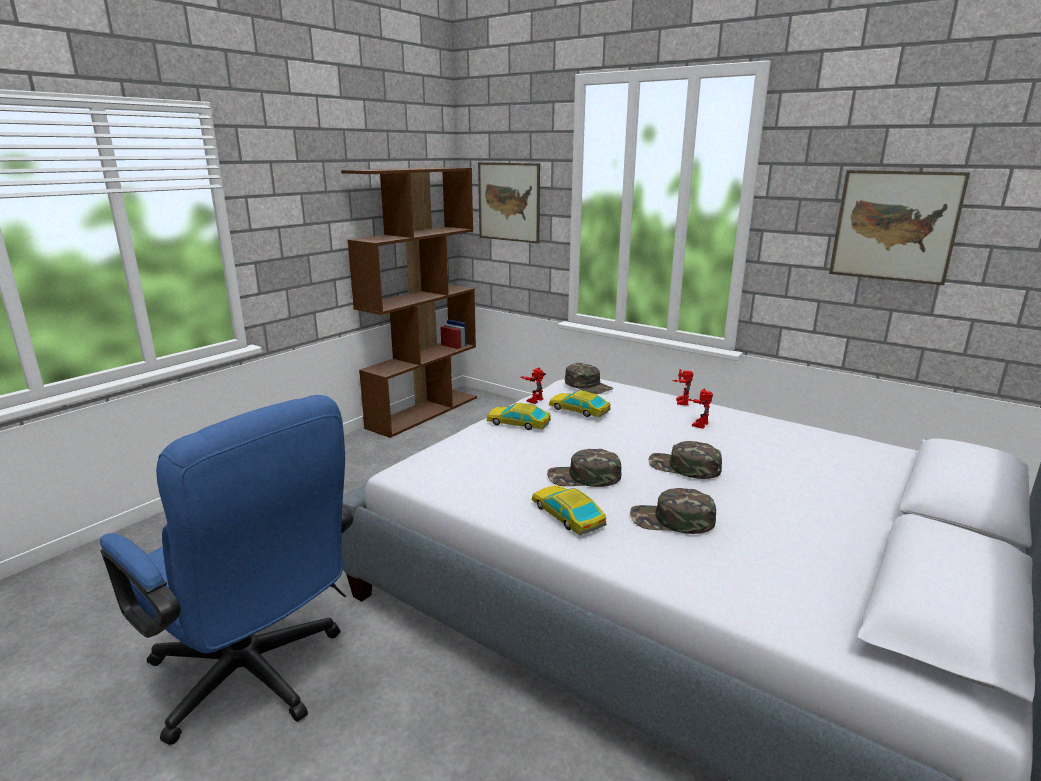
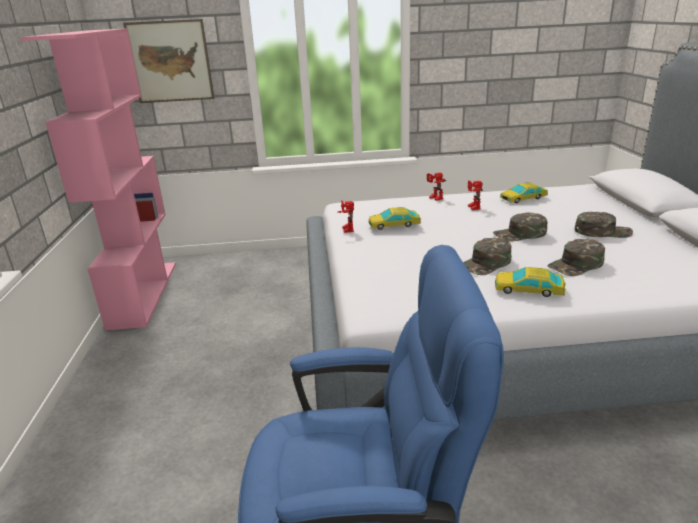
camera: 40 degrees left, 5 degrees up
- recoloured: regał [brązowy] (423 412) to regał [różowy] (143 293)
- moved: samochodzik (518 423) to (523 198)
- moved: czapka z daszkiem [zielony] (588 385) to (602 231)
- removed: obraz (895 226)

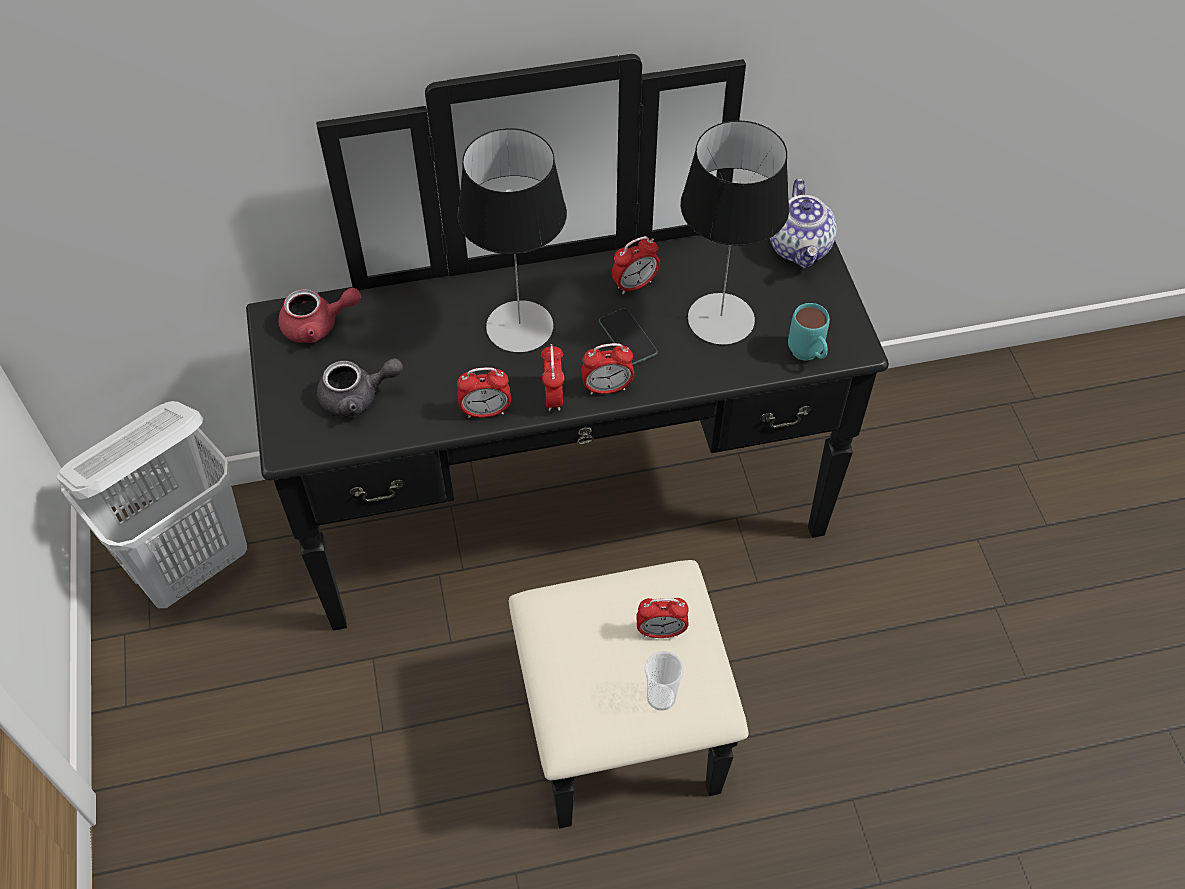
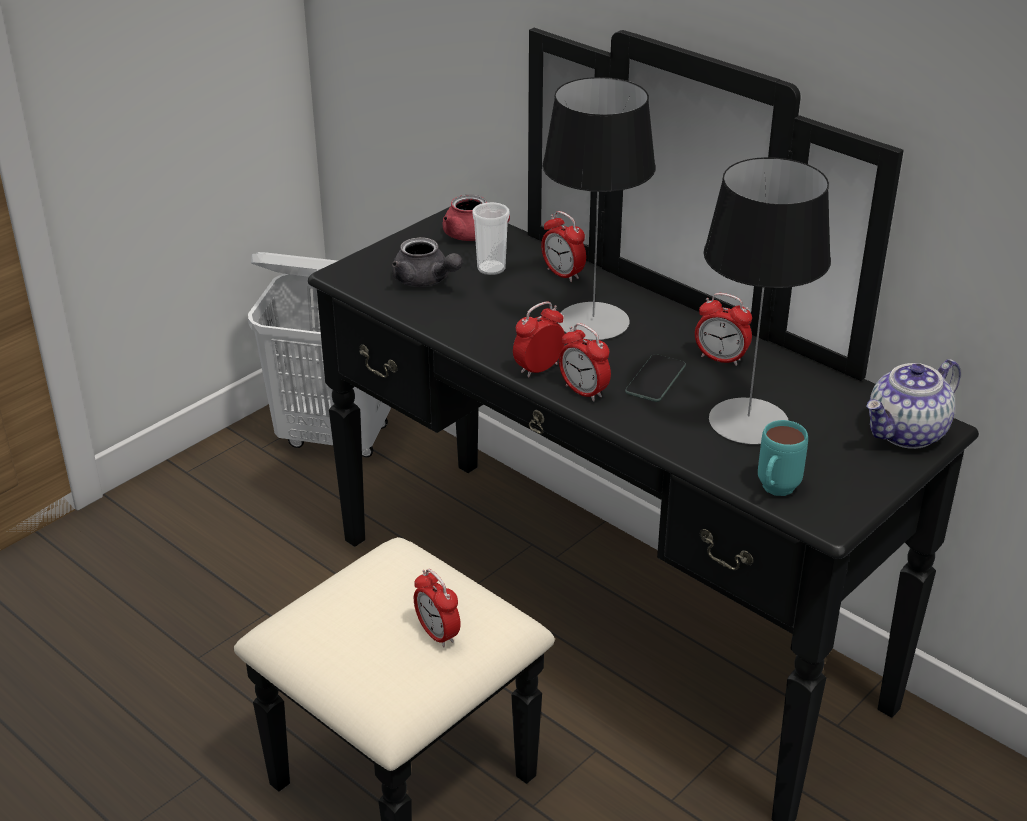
camera: 55 degrees right, 20 degrees down
- moved: budzik (486 412) to (563 274)
- moved: filiżanka (661 697) to (491 268)

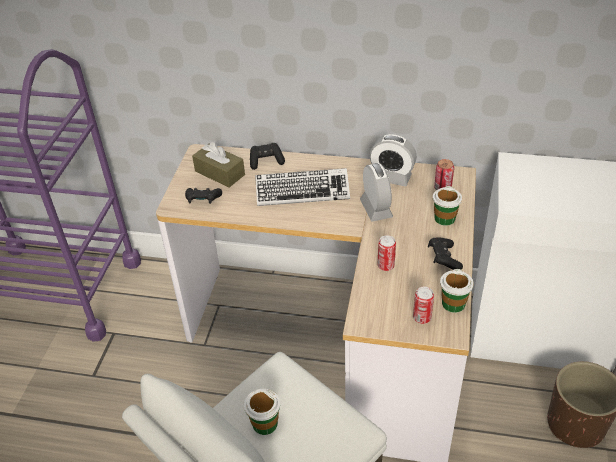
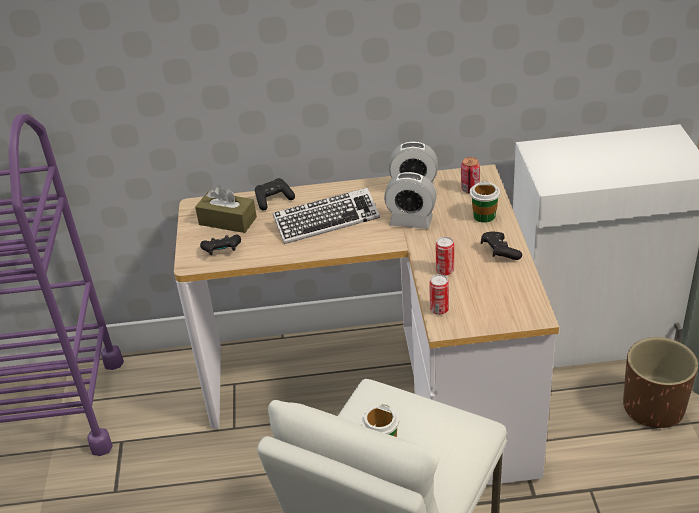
camera: 15 degrees left, 5 degrees down
- turned: budzik (376 208) = (411 221) 135 degrees clockwise
- moved: puszka (422 318) to (439 309)
- removed: filiżanka (453 304)

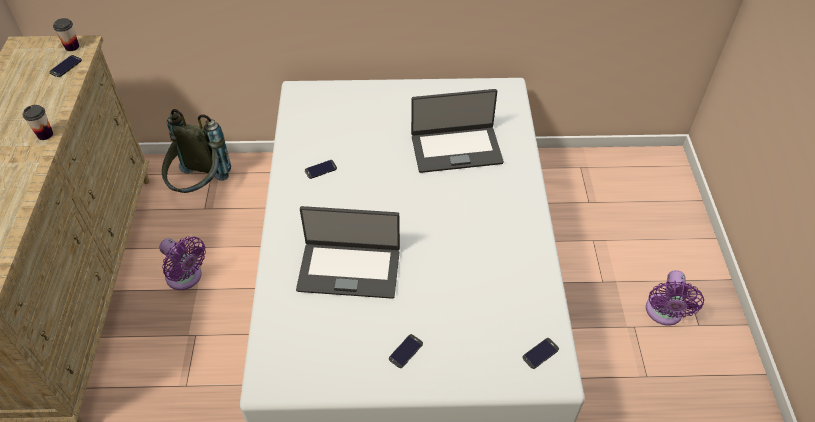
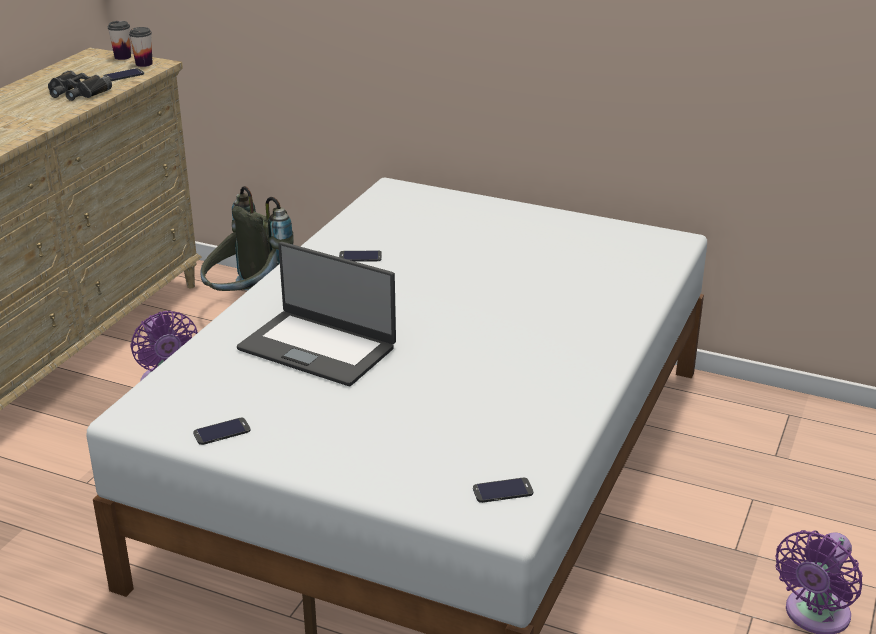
camera: 25 degrees right, 20 degrees down
- moved: filiżanka (45 134) to (122 57)
- moved: telefon (406 351) to (222 432)
- removed: laptop (456 149)
- added: lornetka [czarny] (76 92)

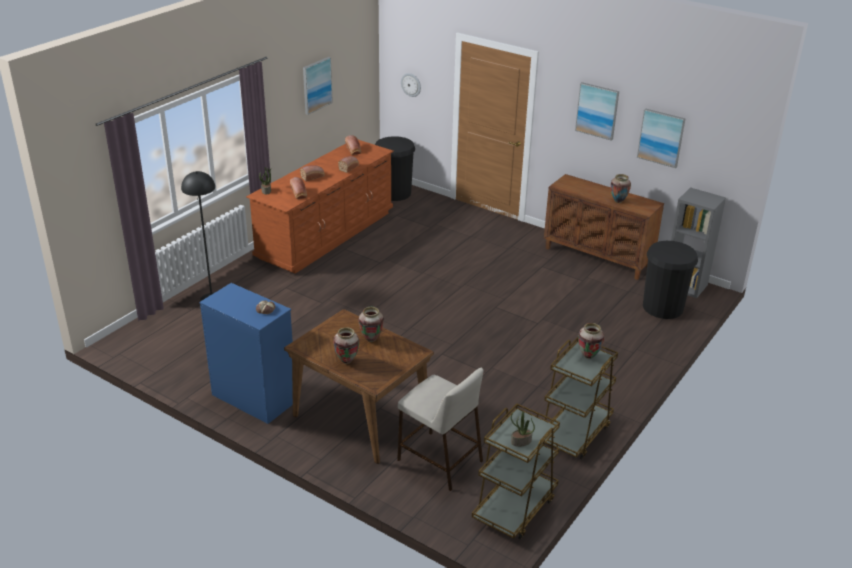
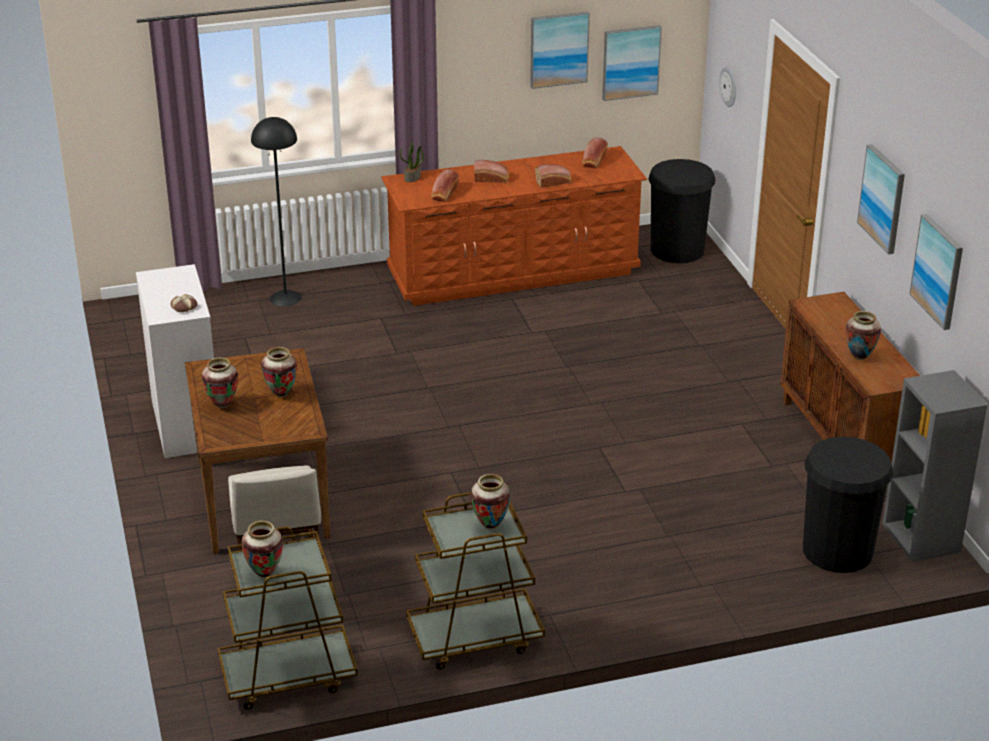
camera: 40 degrees right, 0 degrees up
- recoloured: komoda [niebieski] (253 398) to komoda [biały] (186 424)
- replaced: roślina doniczkowa (521 442) to wazon (264 573)
- added: obraz (630 62)

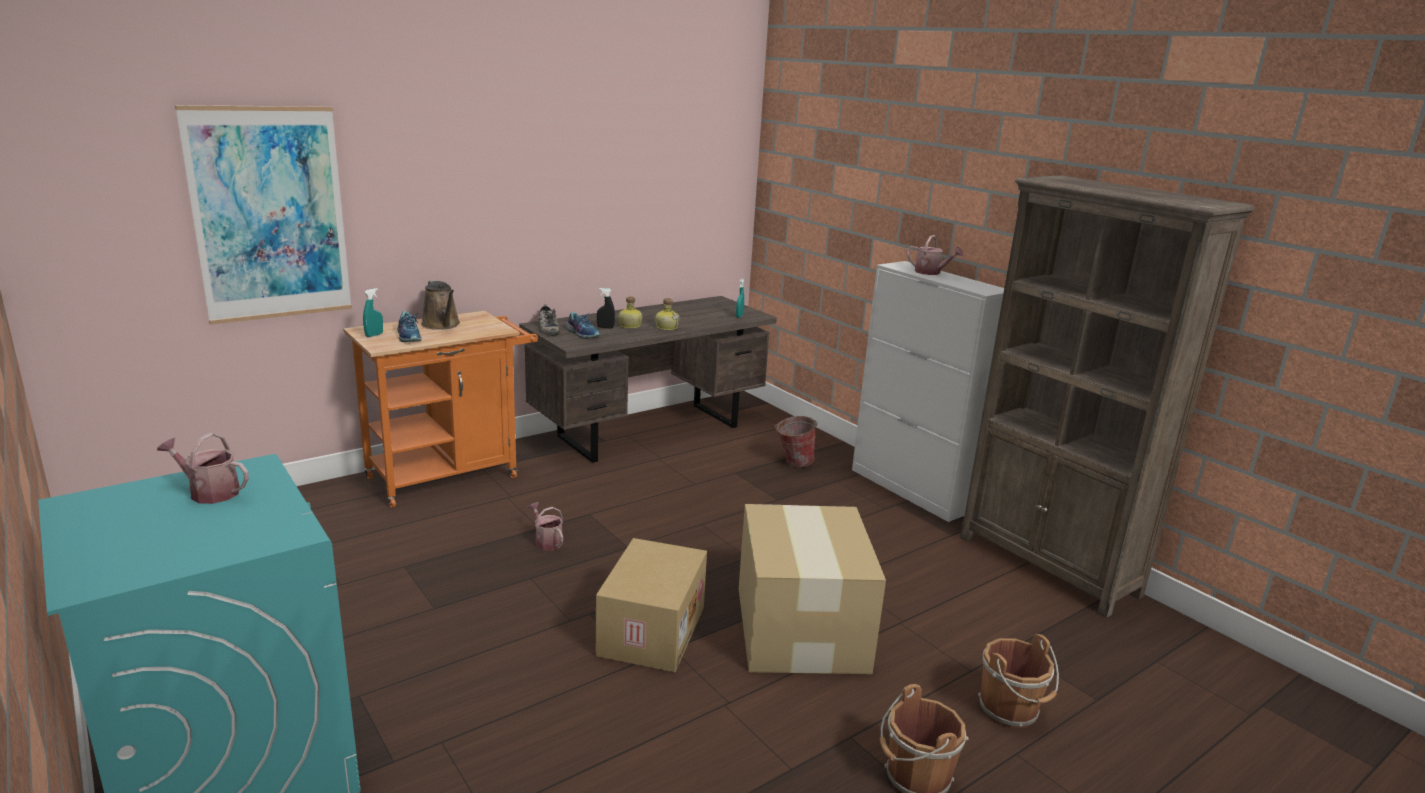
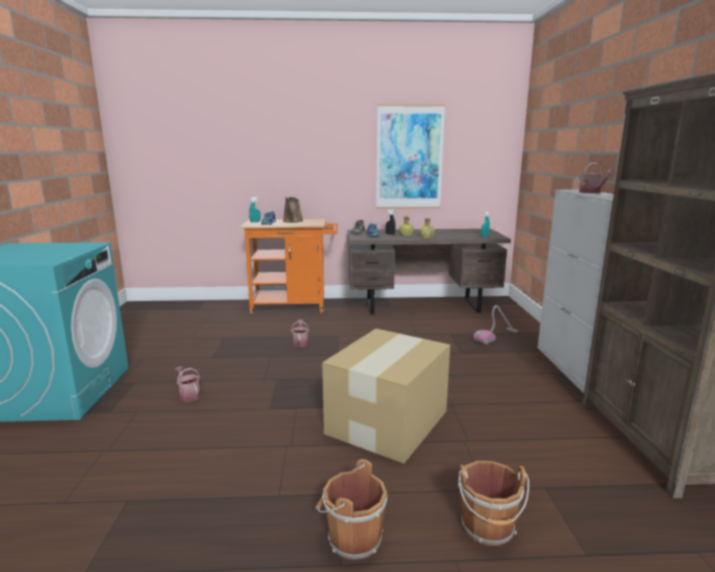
camera: 35 degrees right, 5 degrees down
- moved: konewka (209 492) to (188 395)
- moved: obraz (270 214) to (409 157)
- removed: karton (650 630)
- replaced: wiadro (793 463) to odkurzacz (496 336)

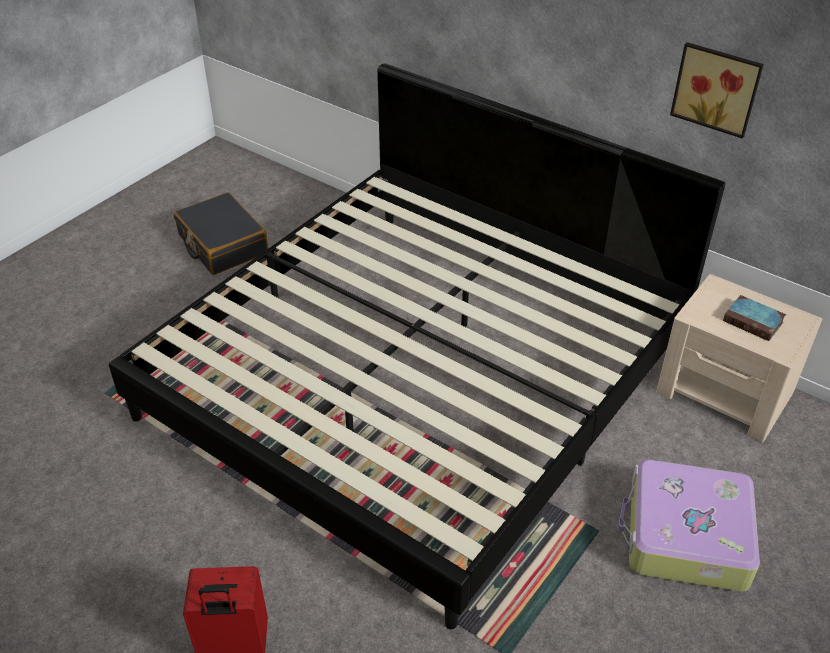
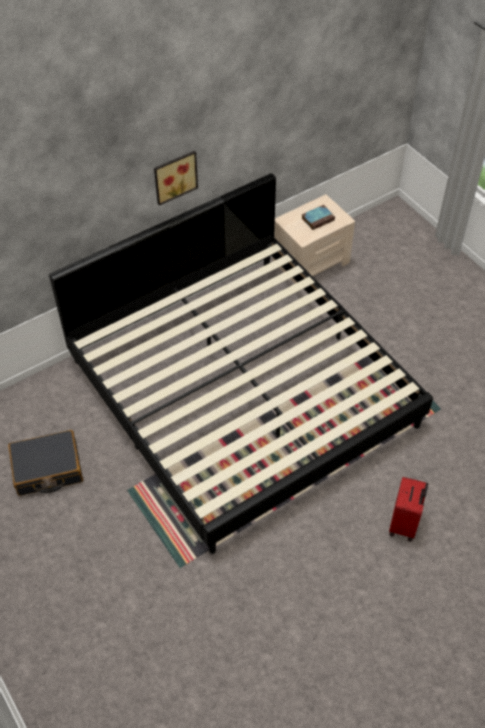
camera: 70 degrees left, 10 degrees up
- removed: walizka (685 536)
- moved: obraz (717 88) to (174 176)

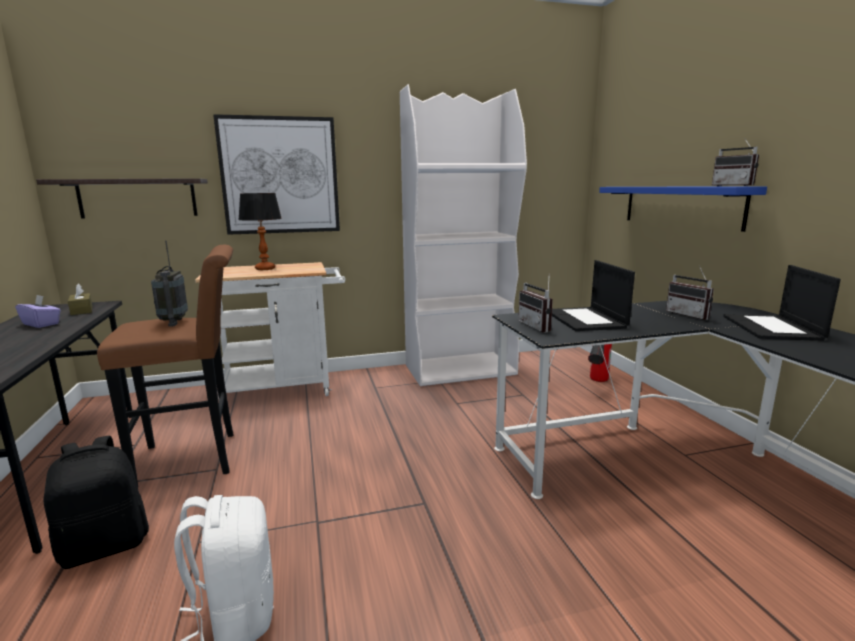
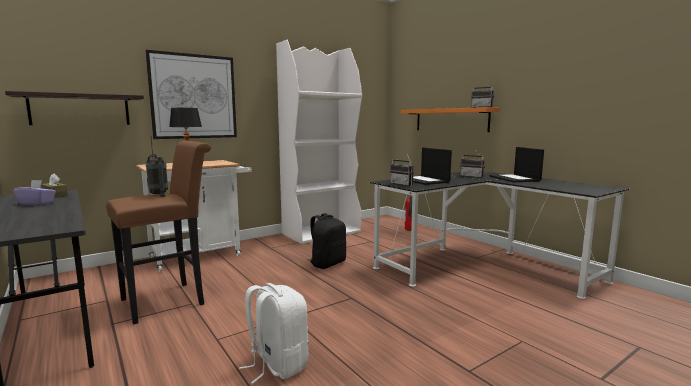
camera: 20 degrees left, 5 degrees down
- moved: plecak [czarny] (105 546) to (327 263)
- recoloured: półka [niebieski] (680 206) to półka [pomarańczowy] (450 120)

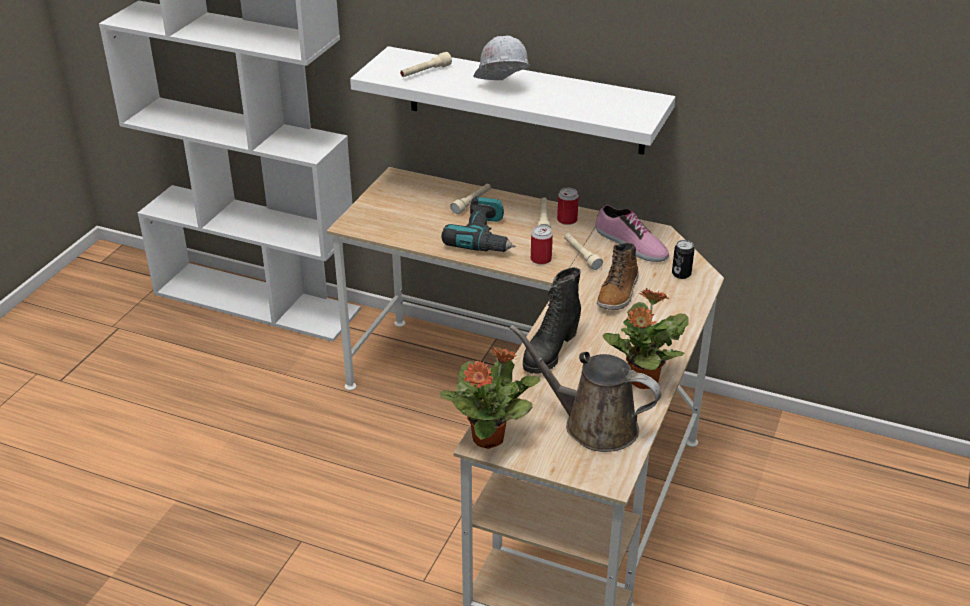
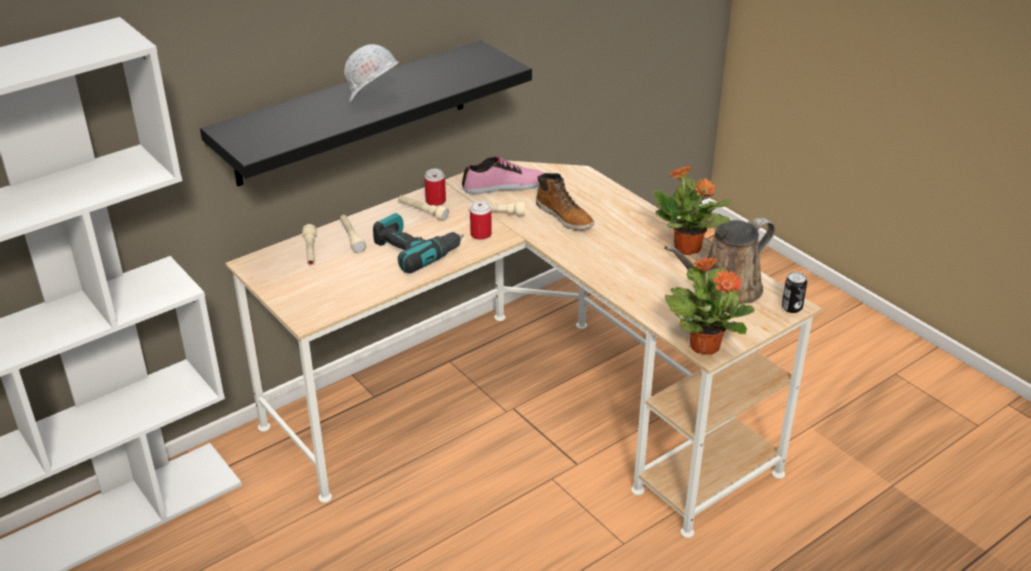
camera: 60 degrees left, 0 degrees up
- recoloured: półka [biały] (525 100) to półka [czarny] (352 113)
- moved: latarka [beżowy] (425 72) to (310 252)
- removed: but z cholewką [czarny] (549 352)
- moved: puszka (681 274) to (791 307)

